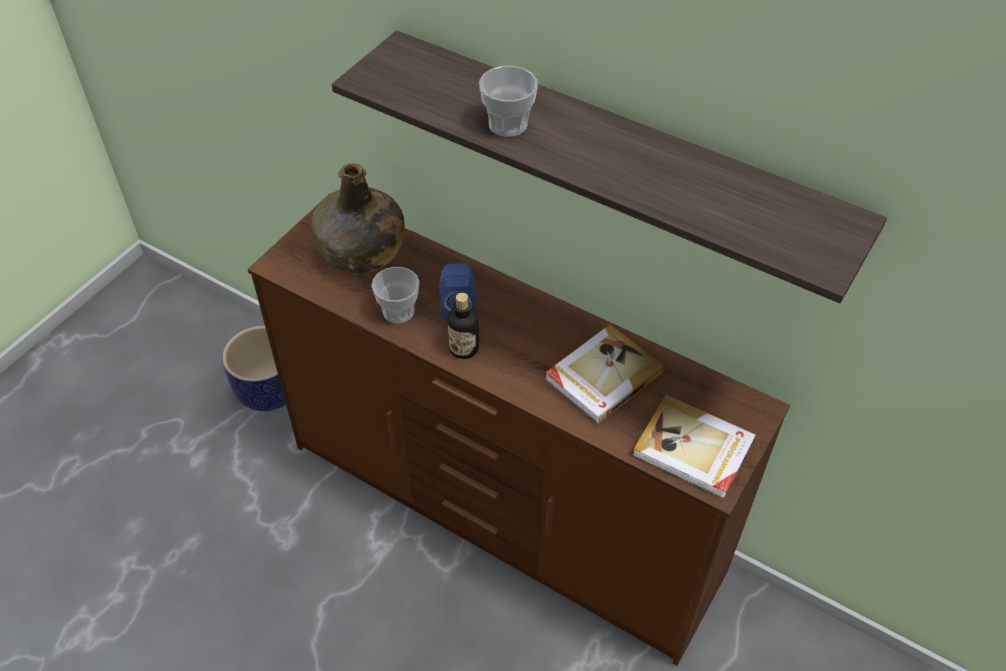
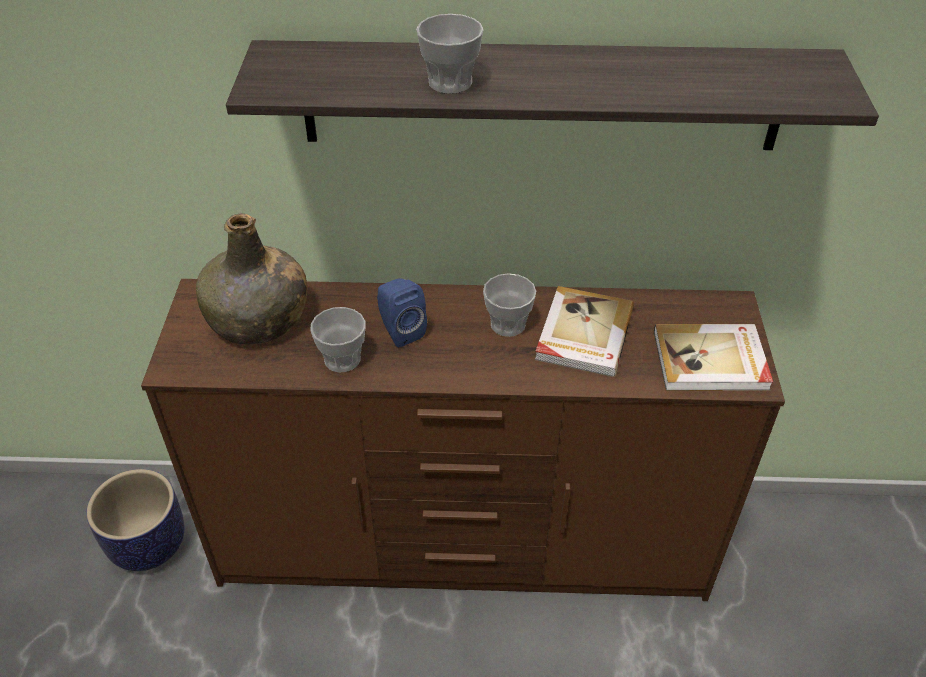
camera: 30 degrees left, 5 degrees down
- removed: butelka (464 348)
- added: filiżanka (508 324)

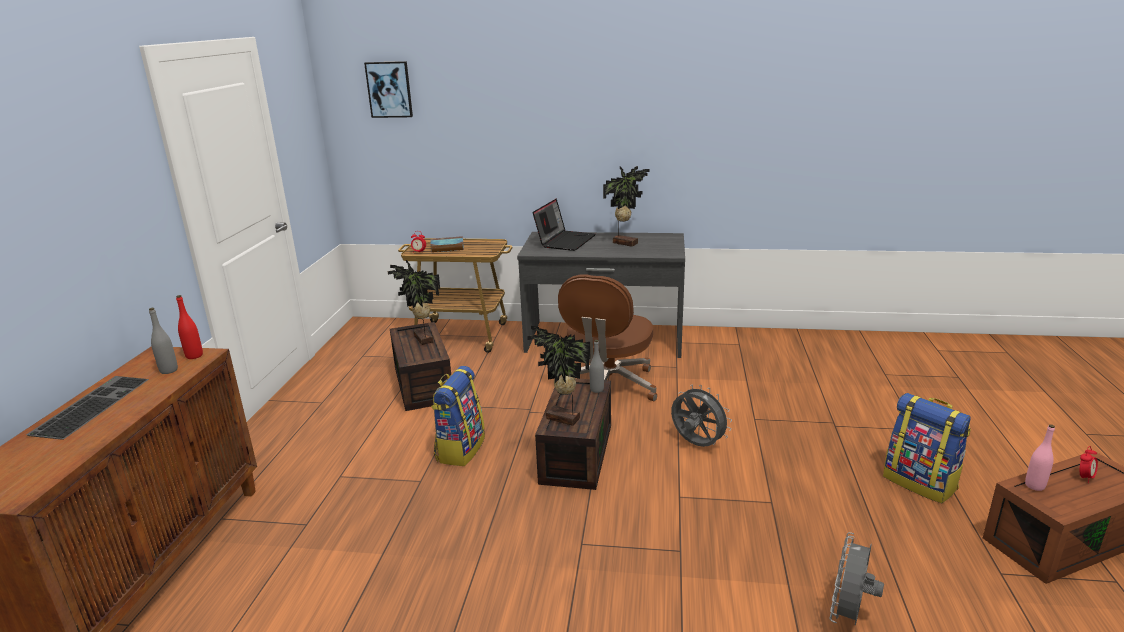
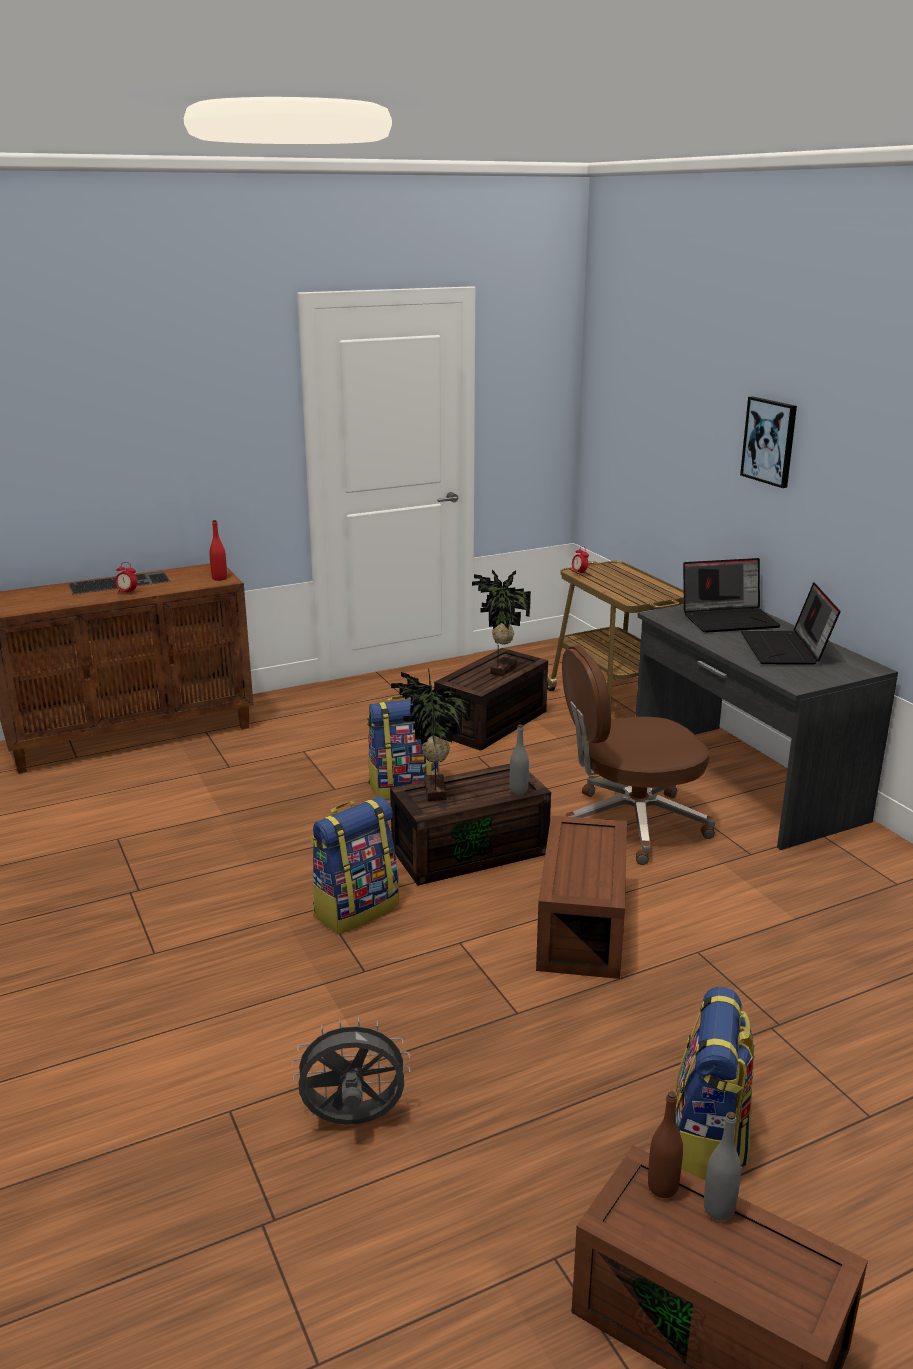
camera: 55 degrees right, 0 degrees up
- moved: butelka [szary] (169 370) to (719 1209)
- moved: obraz (389 89) to (770 441)
- removed: książka (446 247)
- replaced: roślina doniczkowa (625 243) to laptop (786 649)
- replaced: wentylator [szary] (696 445) to pojemnik do przechowywania [brązowy] (579 924)
- recoloured: butelka [różowy] (1034 486) to butelka [brązowy] (662 1187)
- moved: budzik (1084 477) to (127 592)
- added: plecak (355 909)

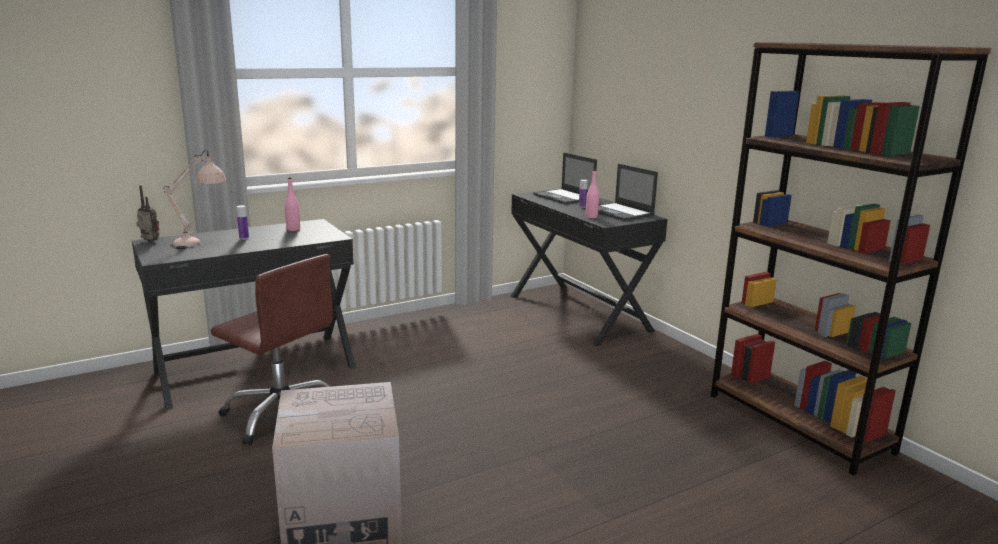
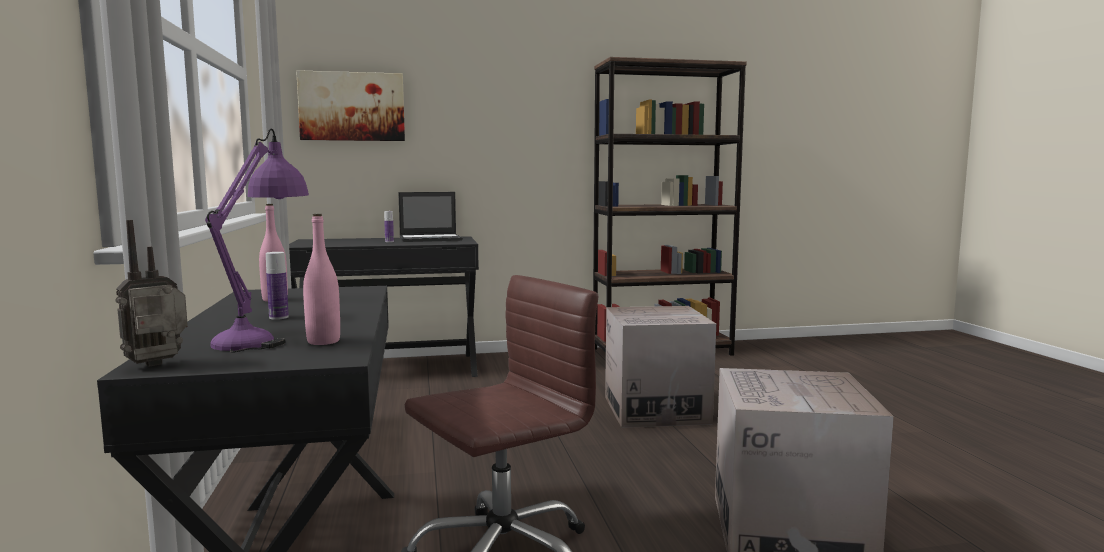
camera: 70 degrees left, 10 degrees down
- recoloured: lampa stołowa [beżowy] (201 244) to lampa stołowa [fioletowy] (265 336)
- removed: laptop (564 197)
- moved: butelka [różowy] (591 217) to (323 341)
- added: obraz (352 106)
- added: karton (656 410)

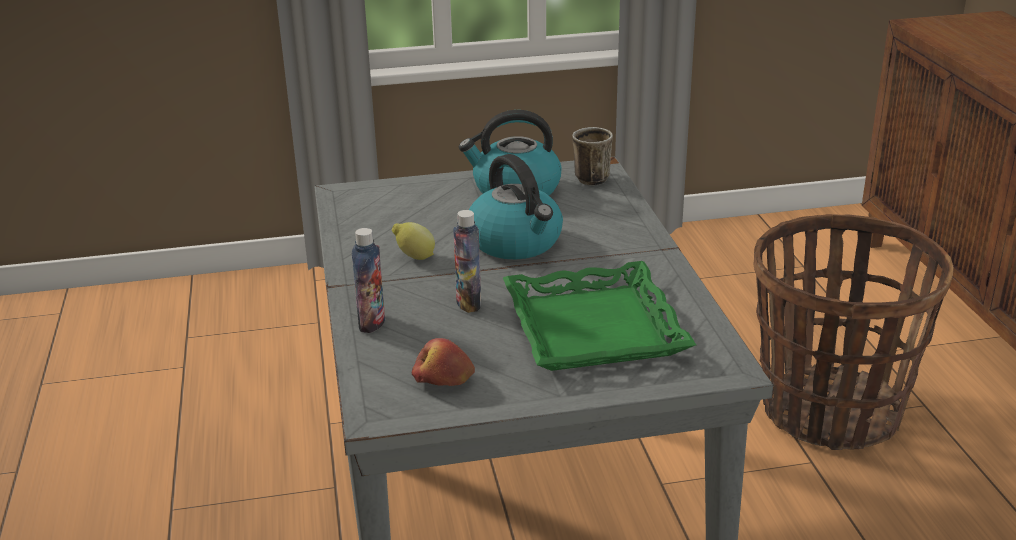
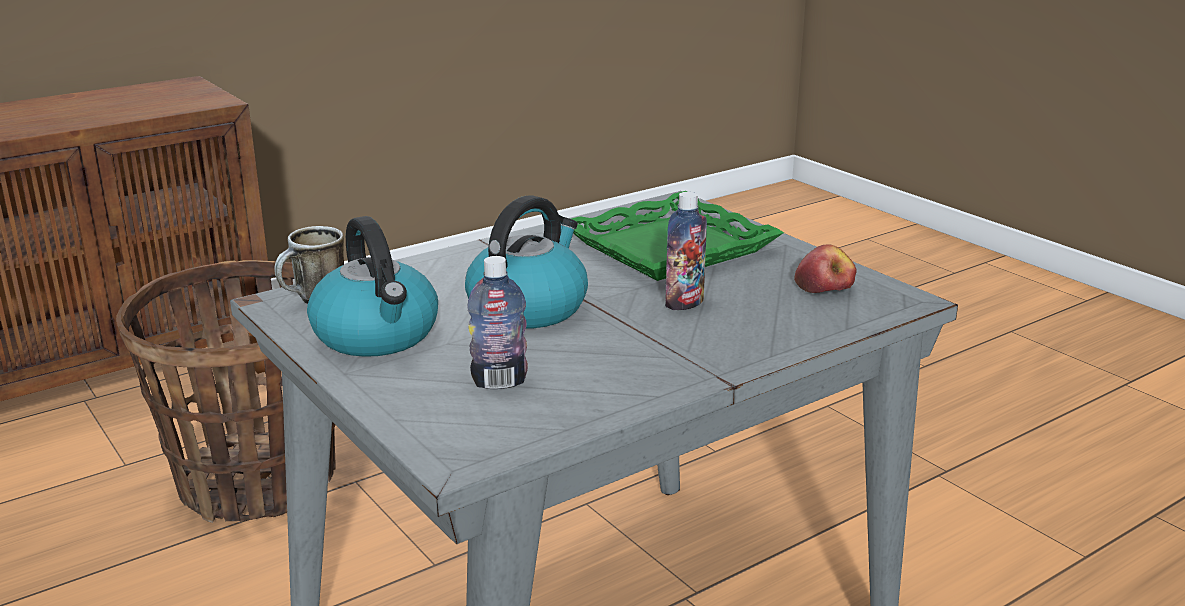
camera: 115 degrees left, 5 degrees down
- moved: butelka (372 323) to (499 382)
- removed: cytryna (414 257)

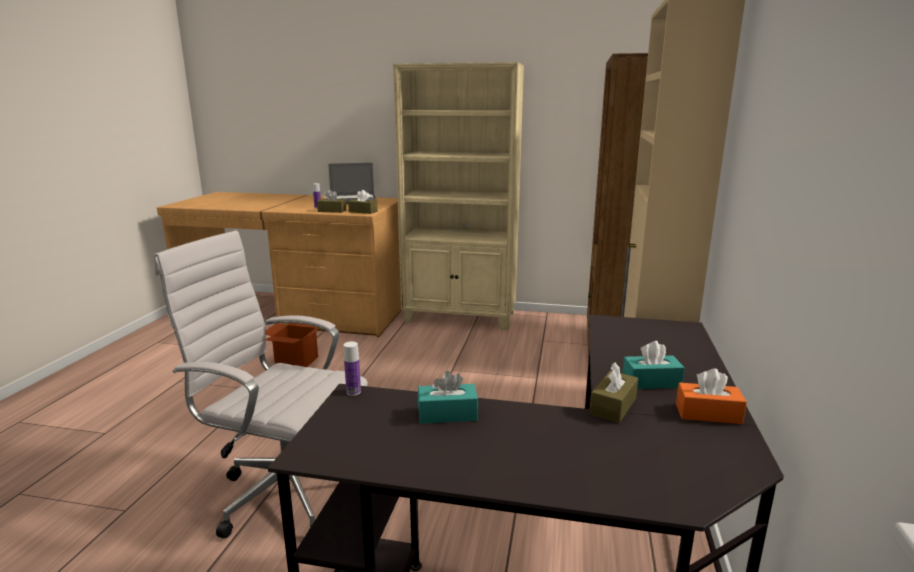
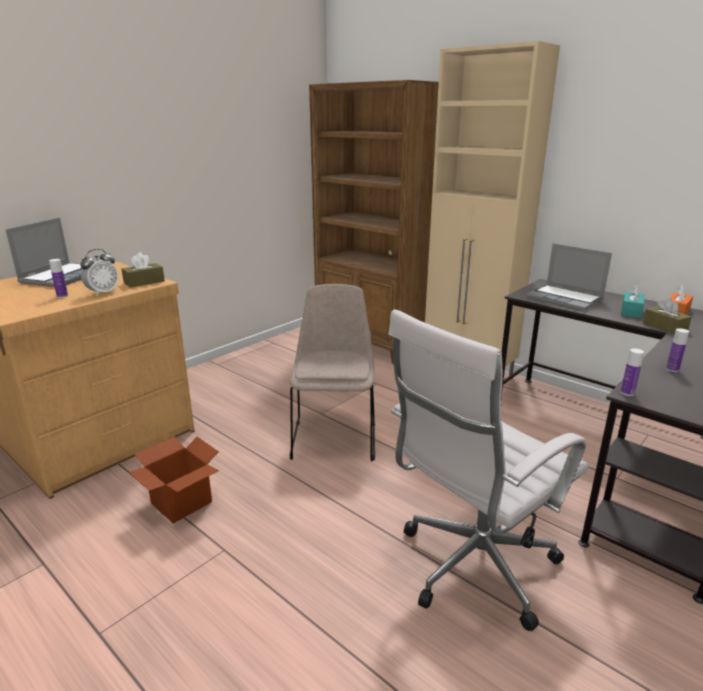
camera: 60 degrees left, 5 degrees up
- replaced: pudełko chusteczek [brązowy] (332 211) to budzik (103 293)
- removed: regał [beżowy] (460 317)
- replaced: pudełko chusteczek [turkusowy] (447 414) to butelka (672 369)
- added: krzesło [beżowy] (334 437)
- added: laptop (565 299)

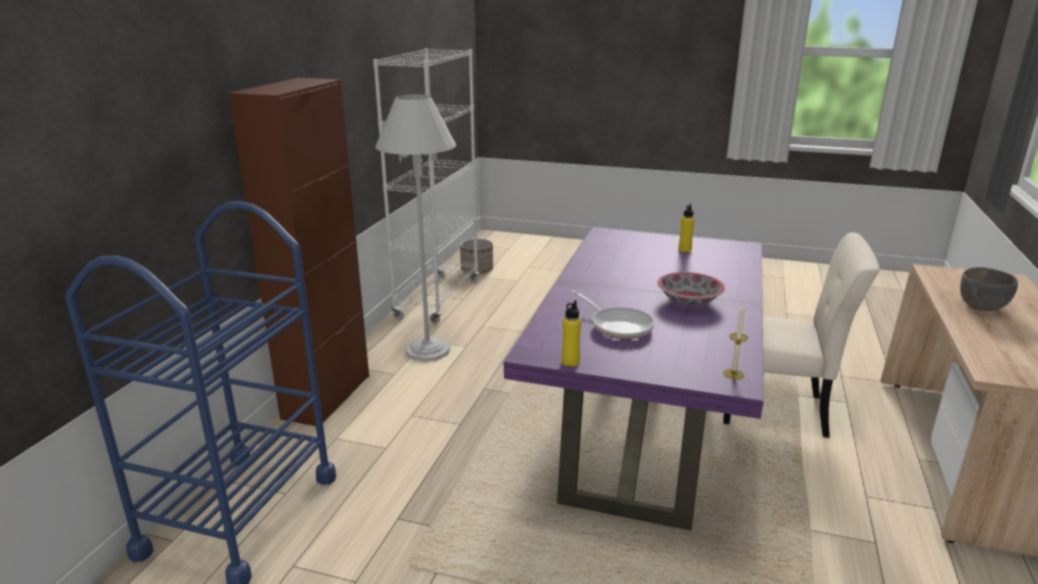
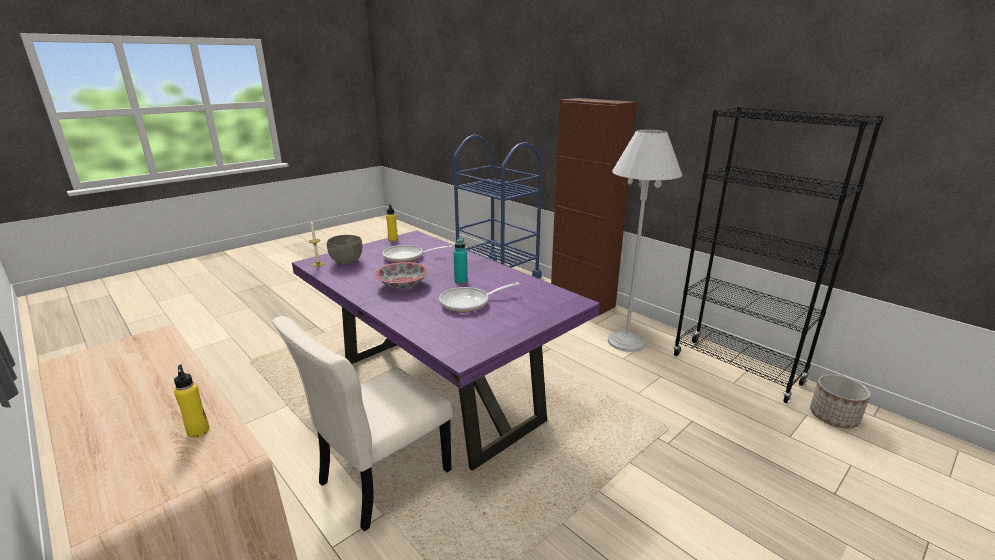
camera: 120 degrees right, 0 degrees up
- recoloured: regał [biały] (438 299) to regał [czarny] (736 369)
- moved: butelka [żółty] (684 250) to (198 430)
- moved: miska [szary] (982 307) to (347 262)
- added: patelnia (469 303)
- added: butelka [turkusowy] (461 281)

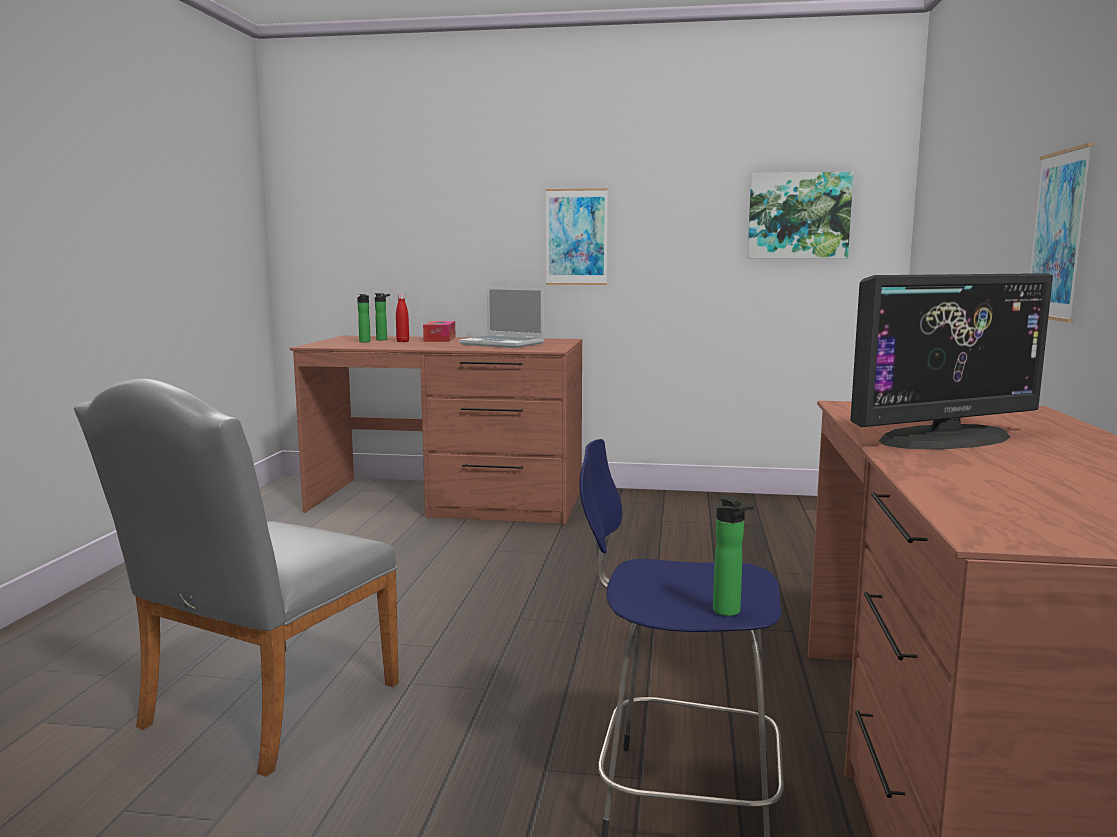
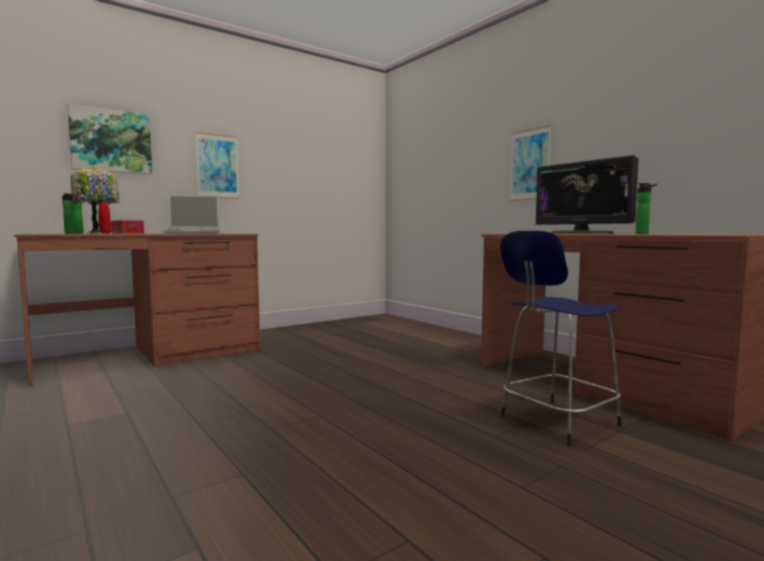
camera: 45 degrees left, 5 degrees down
- removed: krzesło [szary] (259 711)
- moved: butelka (729 612) to (644 234)
- moved: obraz (798 216) to (111 141)
- turned: monitor (944 438) = (581 233) 120 degrees clockwise
- added: lampa stołowa (97 233)

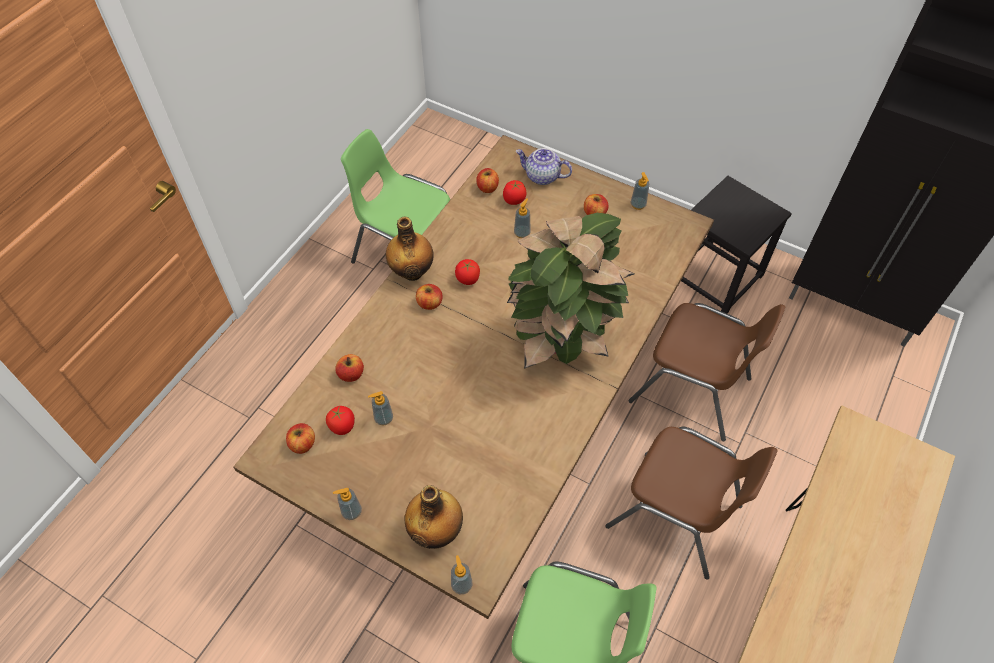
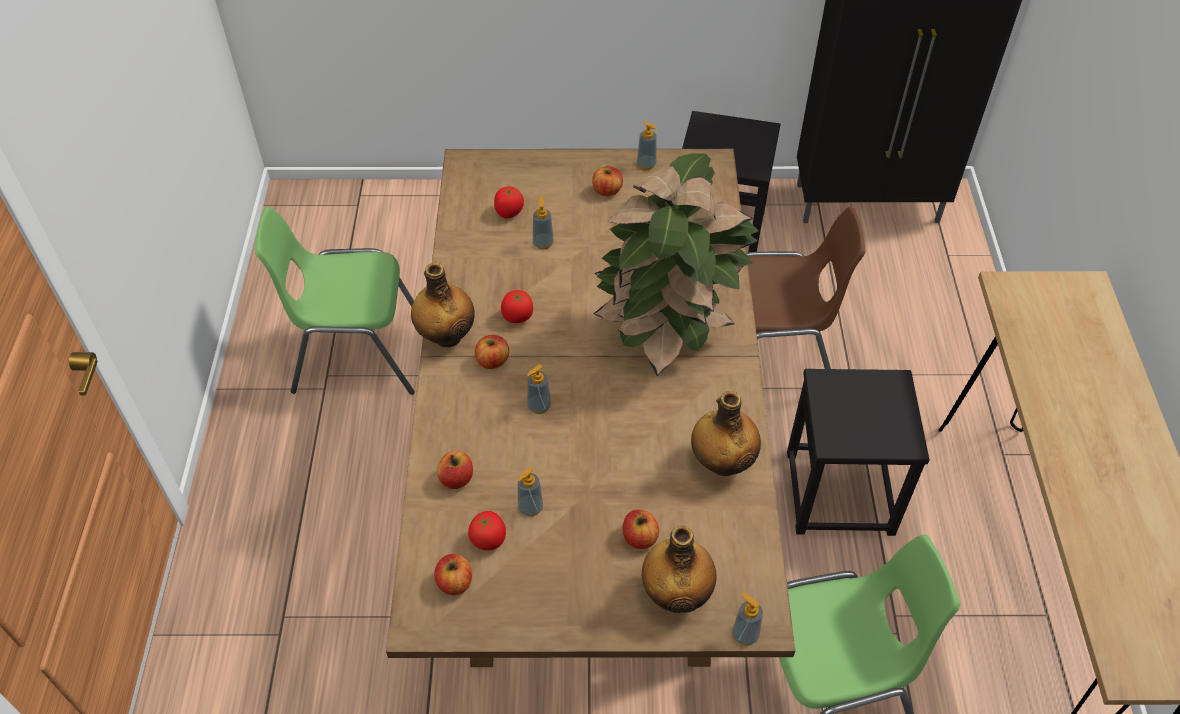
camera: 30 degrees left, 5 degrees down
- moved: dozownik mydła (351 511) to (539 406)
- moved: jabłko (487 188) to (639 538)
- removed: imbryk (542 176)
- replaced: krzesło [brązowy] (676 517) to stołek [czarny] (840 492)
- added: butelka (722 462)

